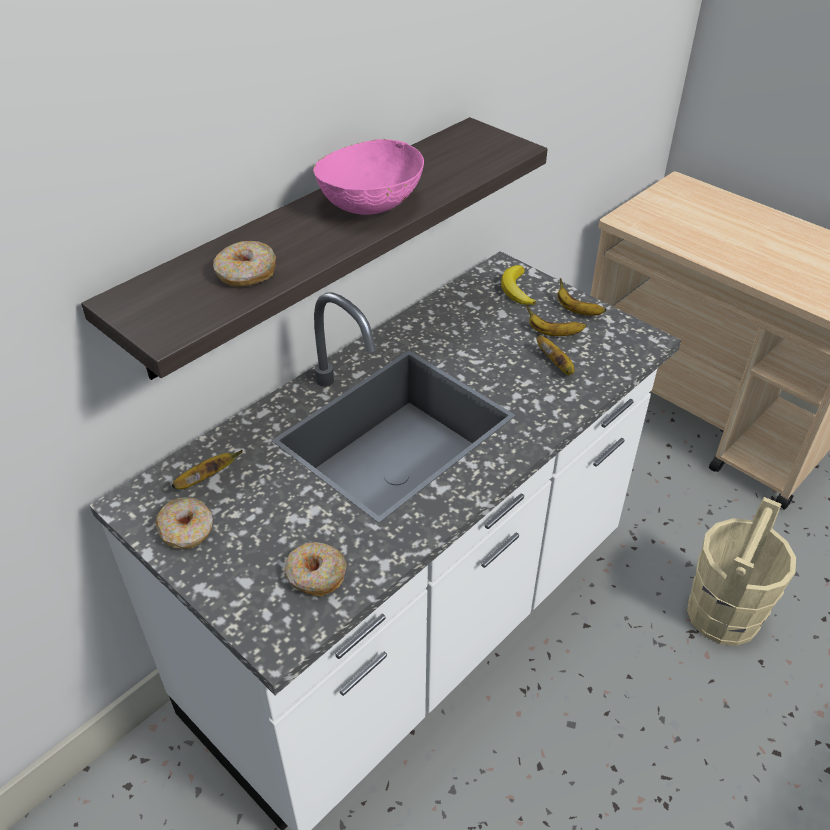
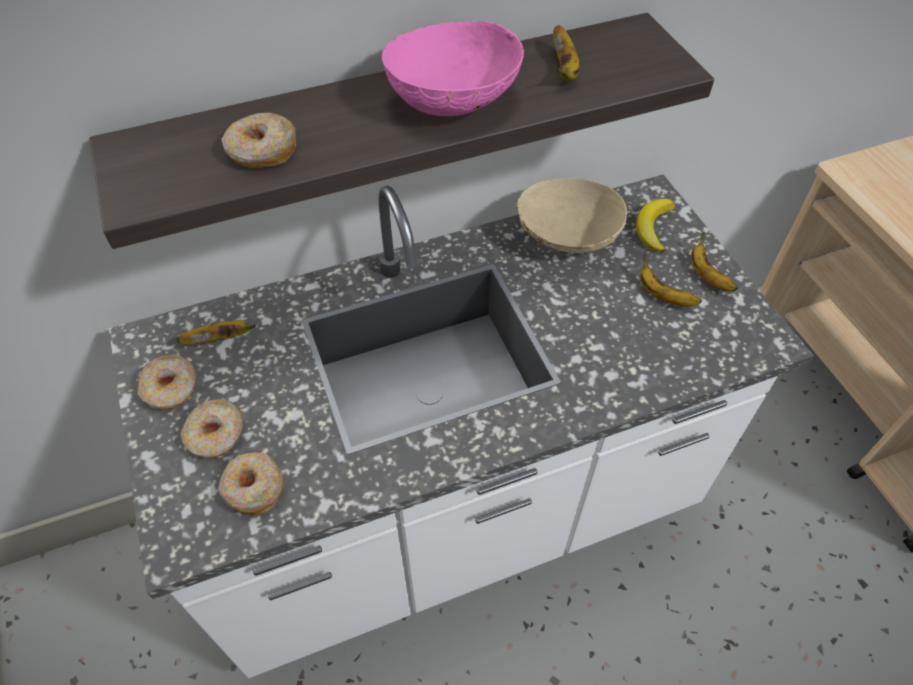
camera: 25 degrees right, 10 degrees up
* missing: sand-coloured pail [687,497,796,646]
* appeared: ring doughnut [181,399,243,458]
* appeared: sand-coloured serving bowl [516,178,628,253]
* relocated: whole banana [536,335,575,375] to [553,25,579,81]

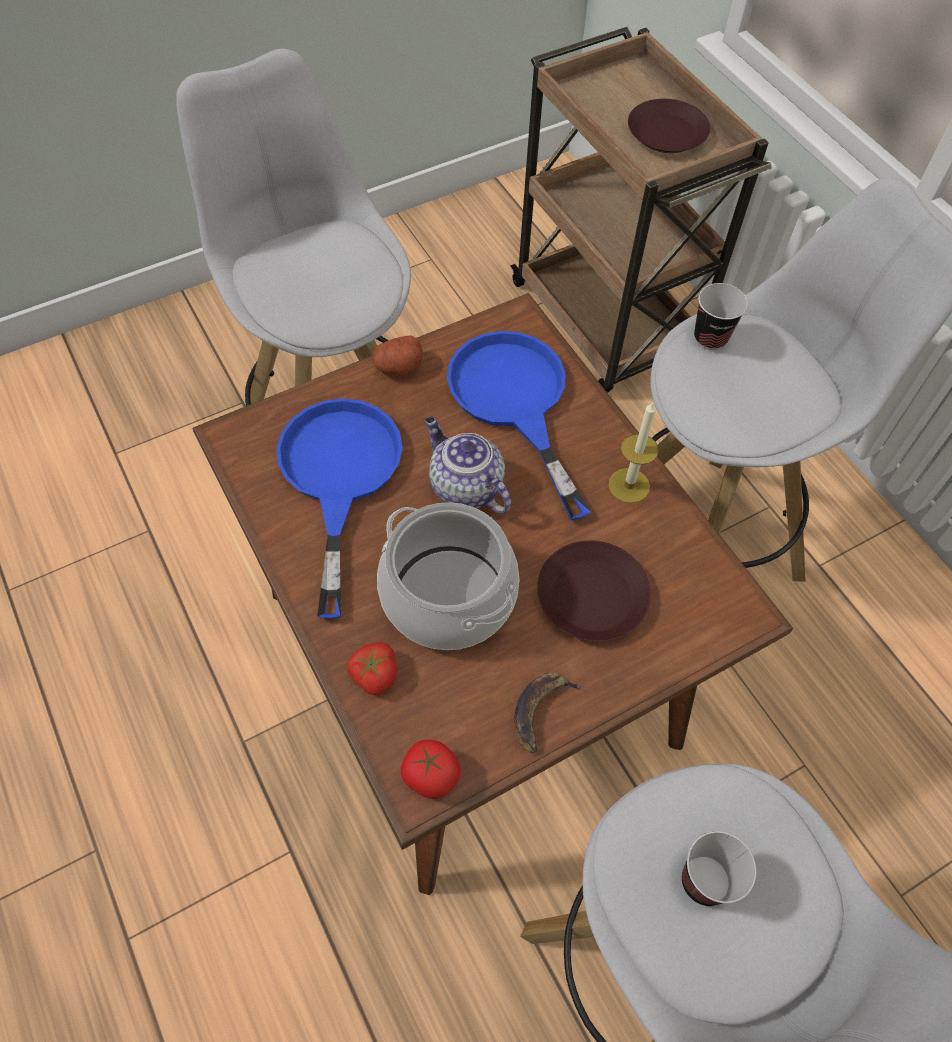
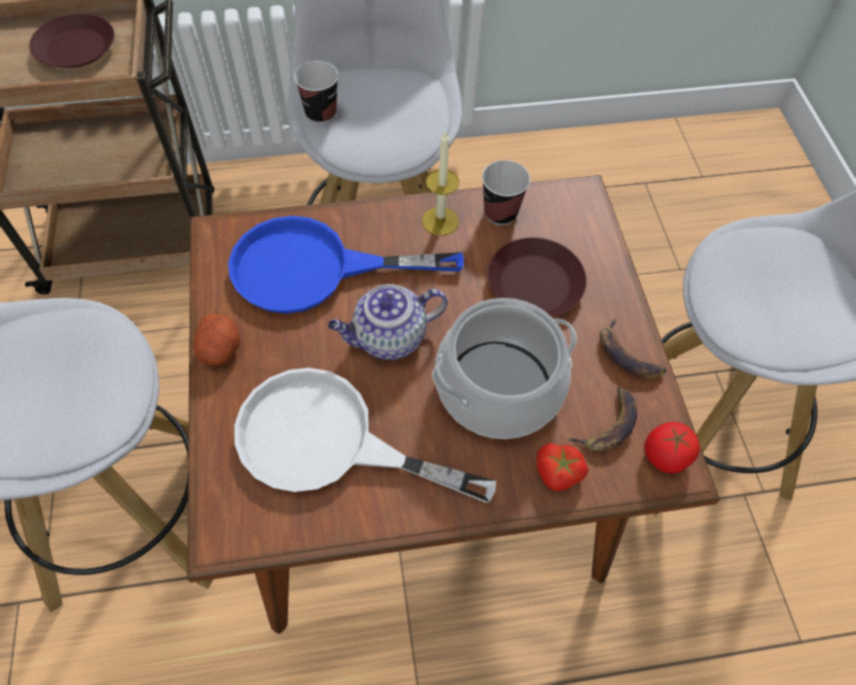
camera: 70 degrees left, 0 degrees up
* appeared: whole banana [568,387,637,452]
* relocated: drinking cup [682,831,756,906] to [482,160,530,225]
* colour: blue skillet [276,398,403,618] to whitish skillet [234,368,496,503]

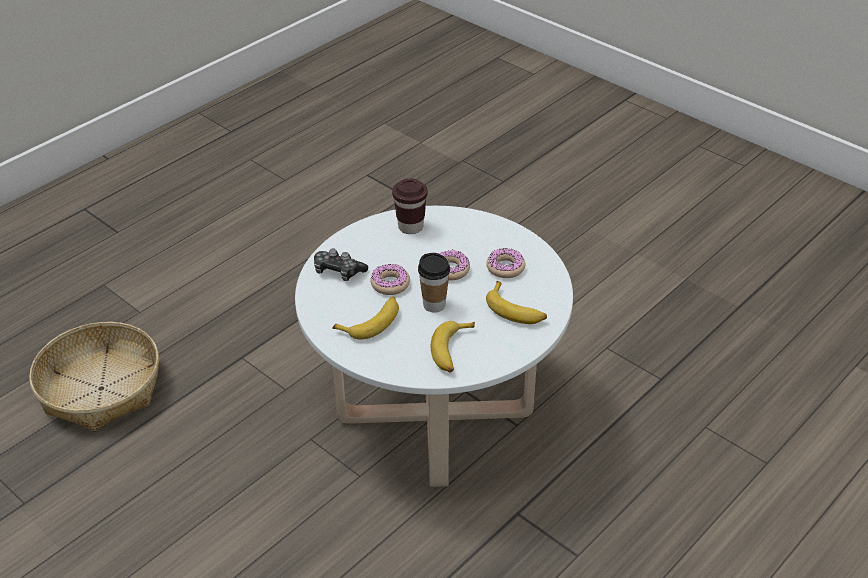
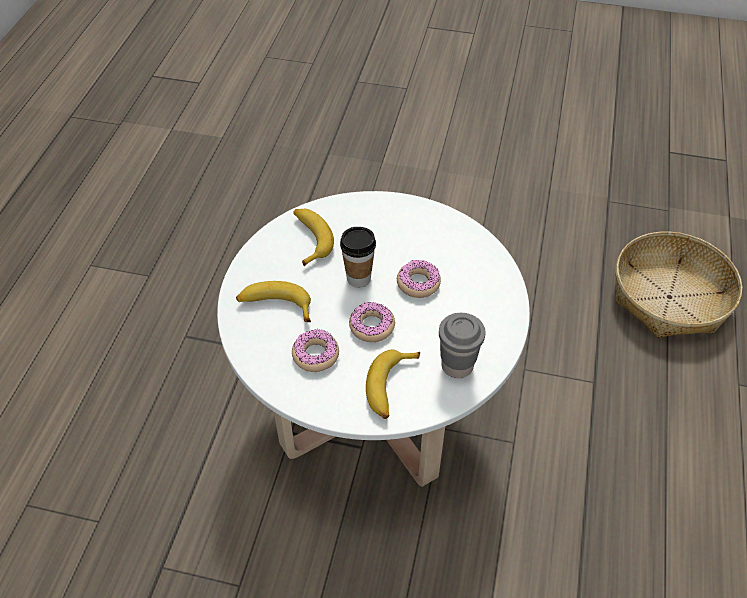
camera: 150 degrees right, 10 degrees up
* missing: gamepad [314,249,368,281]
* relocated: whole banana [332,297,399,339] to [366,349,420,419]
* colour: brown drinking cup [392,178,428,234] to grey drinking cup [439,313,485,378]

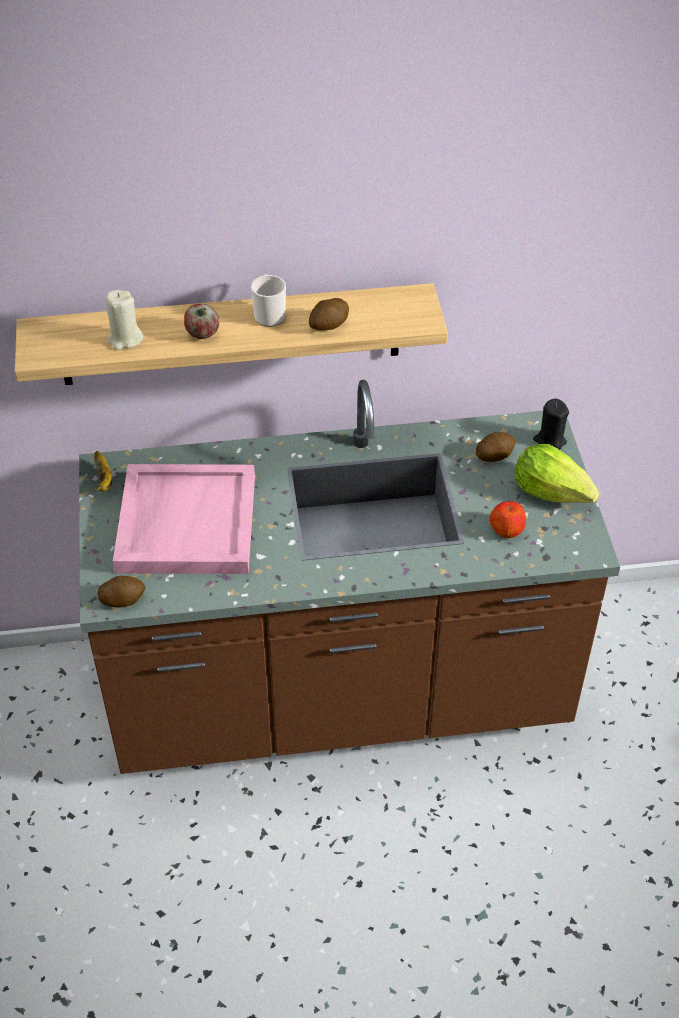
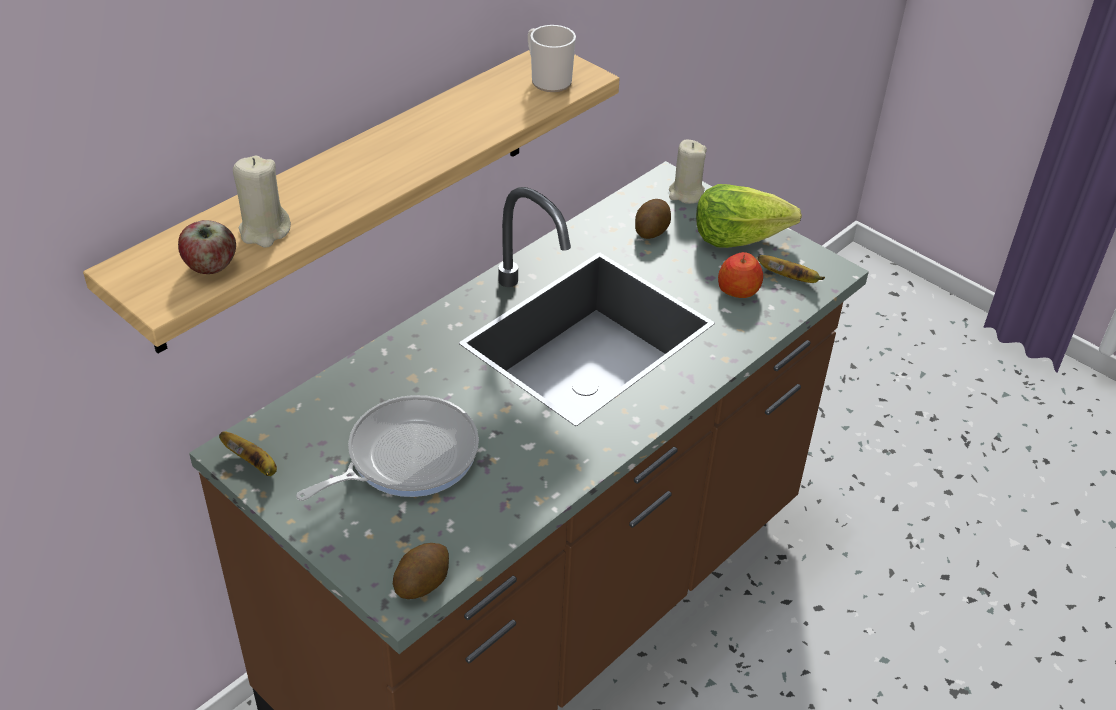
camera: 40 degrees left, 5 degrees down
* missing: potato [309,298,349,330]
* appeared: whole banana [758,255,825,283]
* relocated: apple fruit [184,304,219,339] to [178,220,236,274]
* relocated: coffee mug [251,274,286,327] to [528,25,576,92]
* exchanged: pink carrying tray [113,464,255,574] to skillet [296,395,479,501]
* colour: blackish wax candle [533,399,569,450] to sand-coloured wax candle [669,139,707,204]

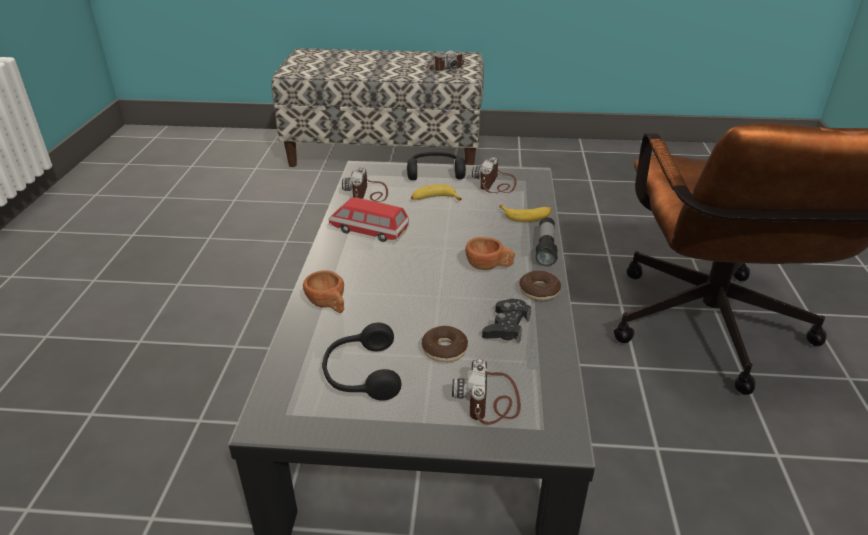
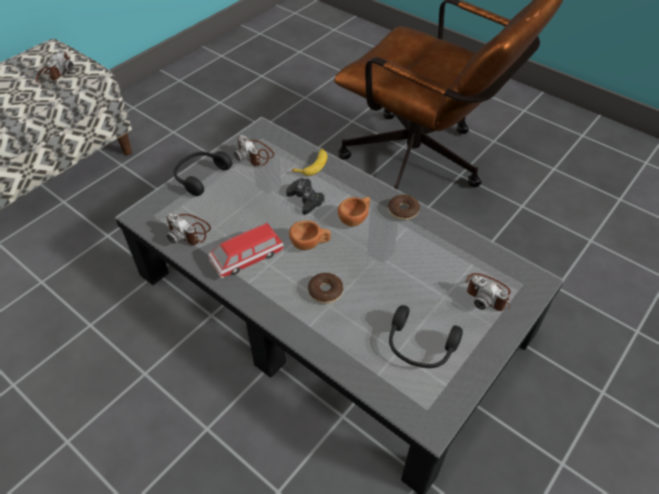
camera: 55 degrees left, 15 degrees up
* missing: whole banana [411,185,462,201]
* missing: torch [535,217,558,266]
* relocated: brown drinking cup [303,270,344,313] to [289,221,331,250]
* relocated: ring doughnut [422,326,468,362] to [308,273,343,304]
* relocated: blackish gamepad [482,299,531,343] to [286,178,325,215]

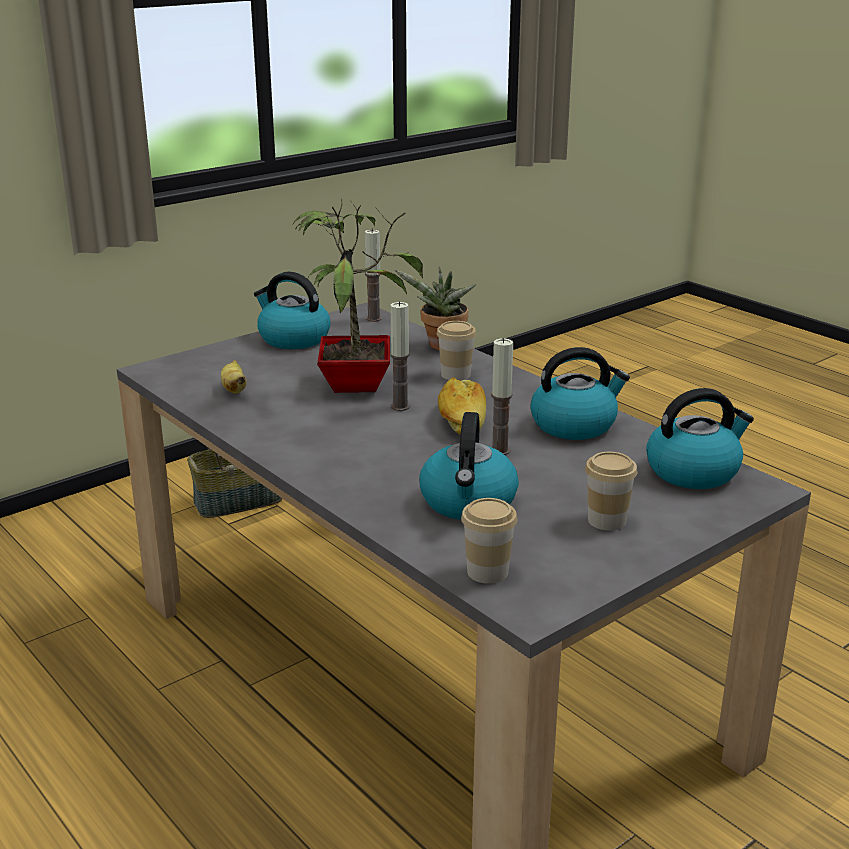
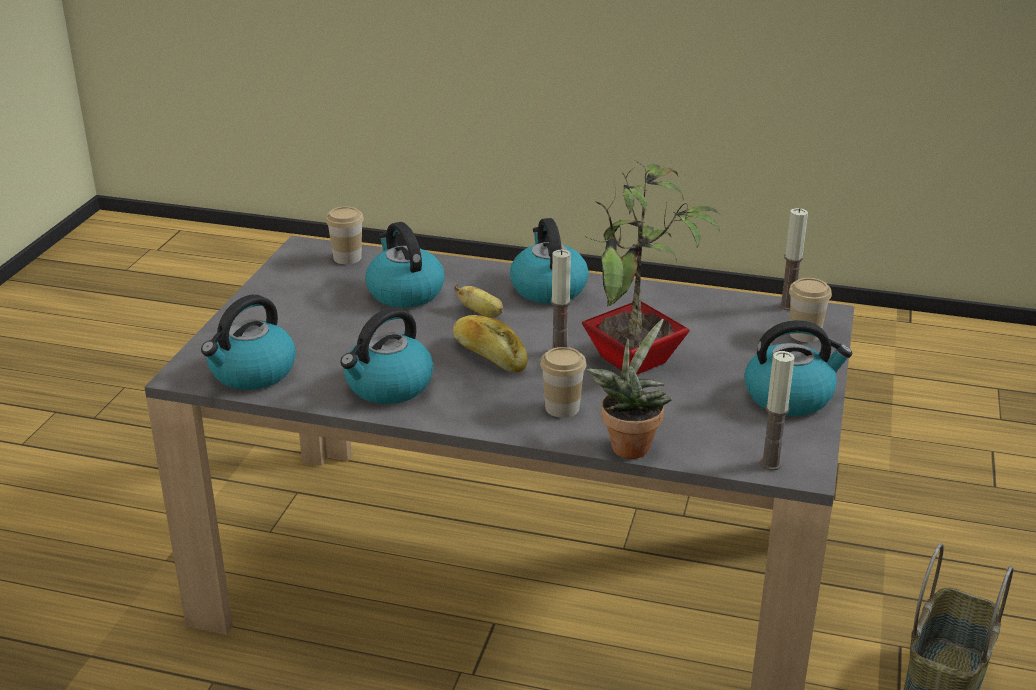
camera: 145 degrees right, 5 degrees up
* appeared: tea kettle [510,218,589,304]
* relocated: whole banana [221,360,247,394] to [454,283,503,317]
* relocated: wax candle [491,338,513,455] to [779,208,808,310]
* relocated: drinking cup [585,452,638,531] to [789,278,832,342]

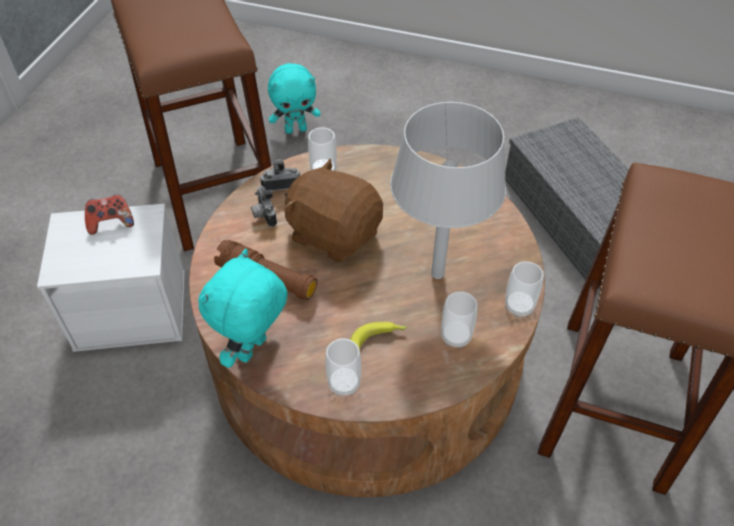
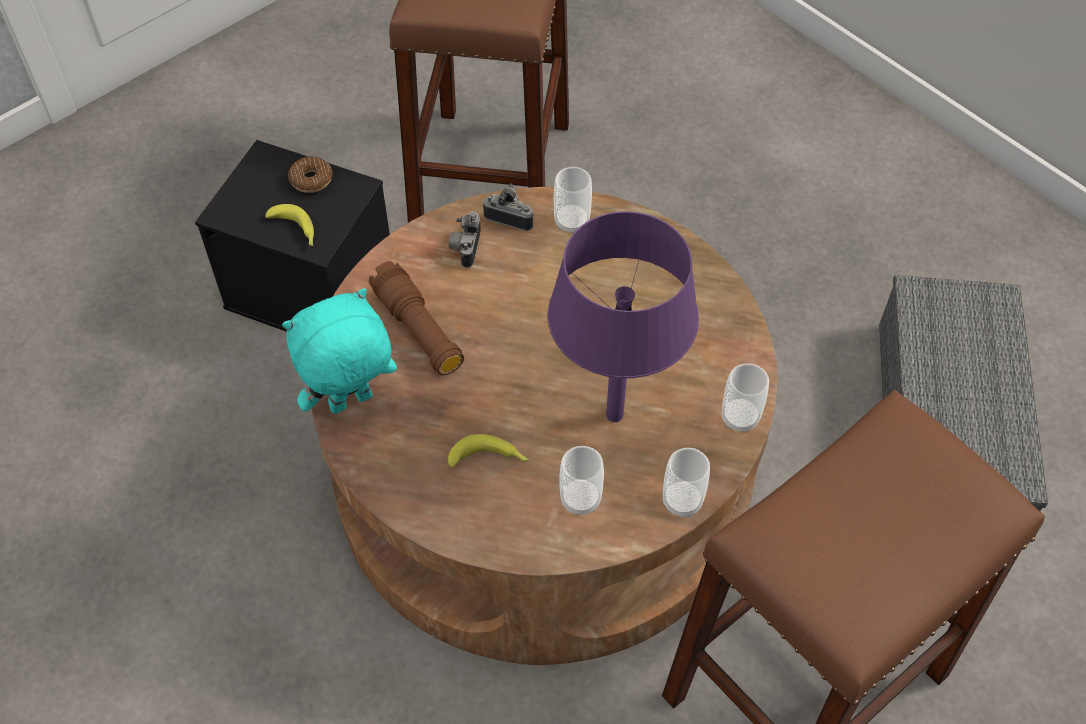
camera: 30 degrees right, 5 degrees up
* missing: turquoise-coloured cuddly toy [268,63,320,134]
* missing: brown cuddly toy [284,159,383,262]
* appeared: whole banana [265,204,314,246]
* relocated: drinking cup [326,339,361,396] to [722,363,769,433]
* exchanged: gamepad [85,195,134,235] to ring doughnut [288,157,332,193]
* colour: whitish storage bin [37,204,185,352] to blackish storage bin [195,140,390,332]
* colour: grey tabletop lamp [390,102,506,279] to purple-coloured tabletop lamp [547,211,699,422]

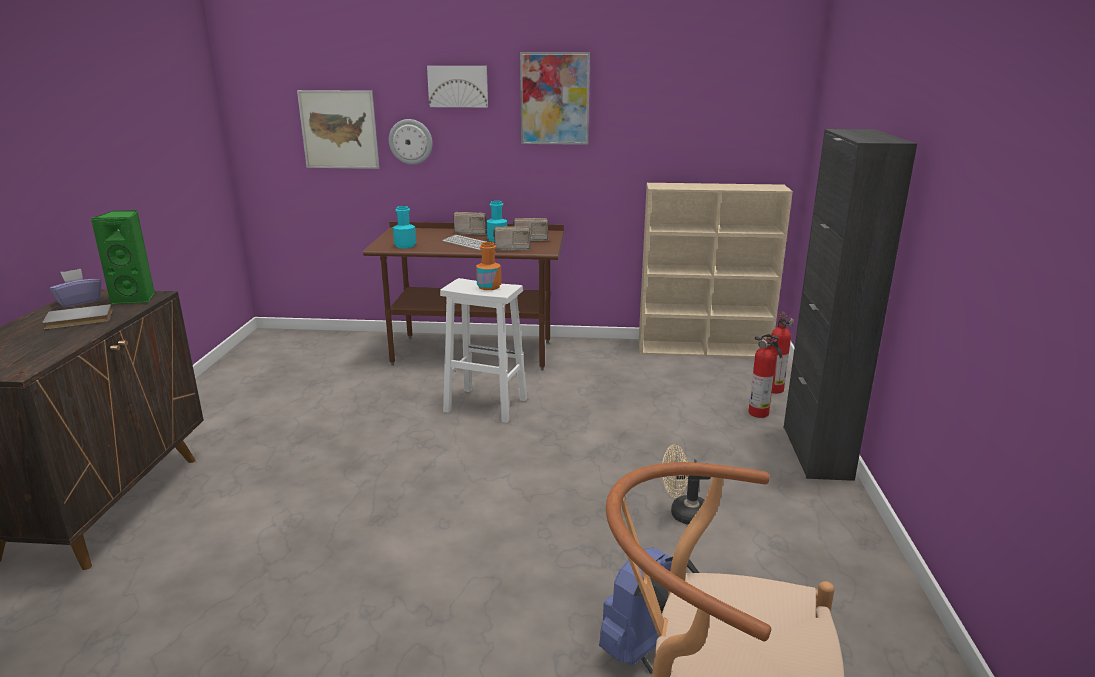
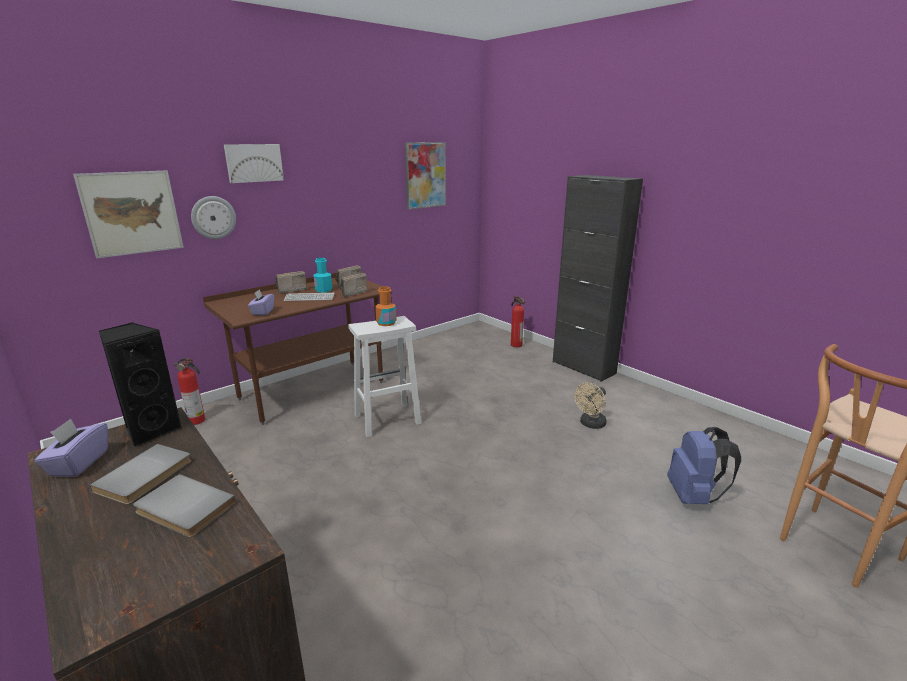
camera: 45 degrees left, 0 degrees up
* missing: sand-coloured bookcase [639,183,793,358]
* appeared: grey volume [133,474,236,537]
* relocated: picture [520,52,590,145] to [405,142,446,210]
* relocated: fire-fighting cylinder [748,334,782,418] to [173,358,205,425]
* exchanged: turquoise-coloured drink bottle [393,206,416,249] to purple-coloured tissue box [248,289,274,315]
* colour: green-coloured audio speaker [90,210,155,304] to blackish audio speaker [99,322,182,447]

